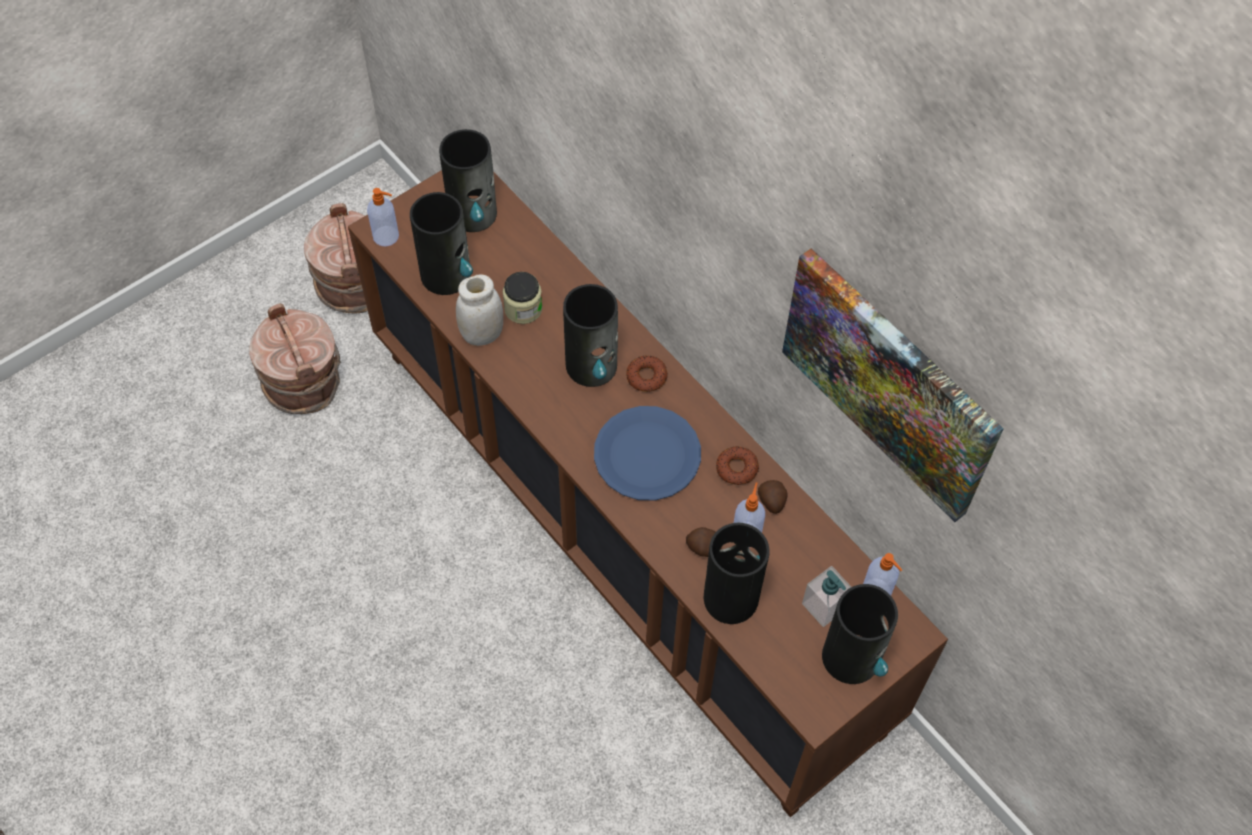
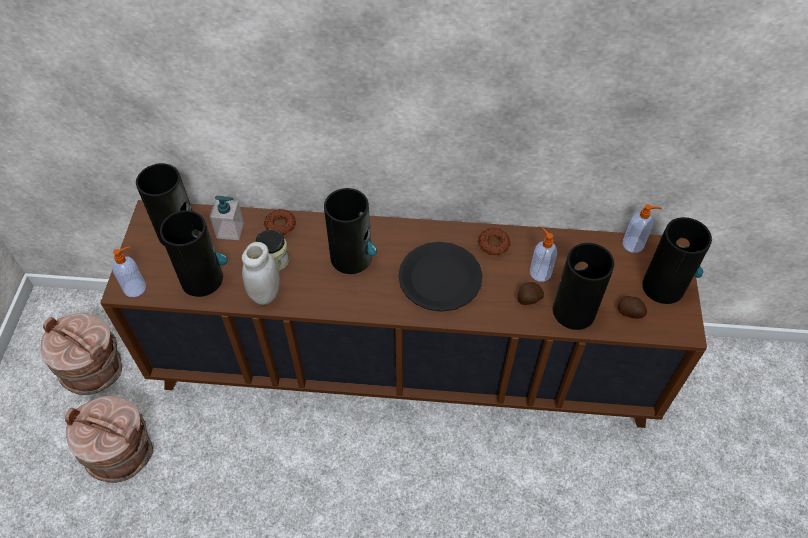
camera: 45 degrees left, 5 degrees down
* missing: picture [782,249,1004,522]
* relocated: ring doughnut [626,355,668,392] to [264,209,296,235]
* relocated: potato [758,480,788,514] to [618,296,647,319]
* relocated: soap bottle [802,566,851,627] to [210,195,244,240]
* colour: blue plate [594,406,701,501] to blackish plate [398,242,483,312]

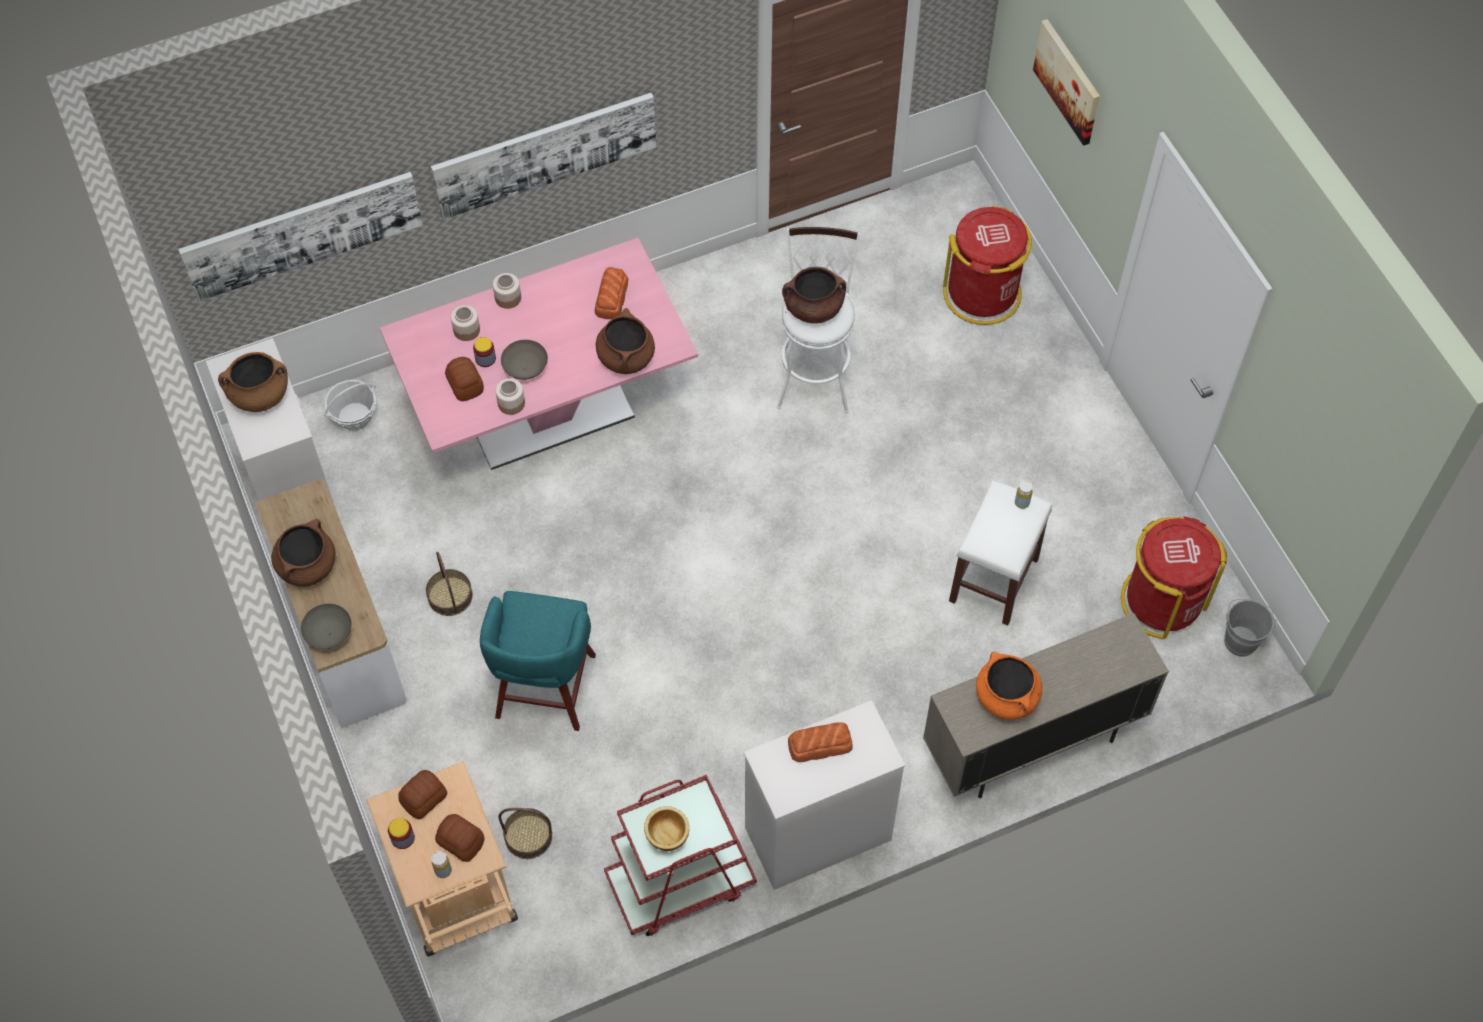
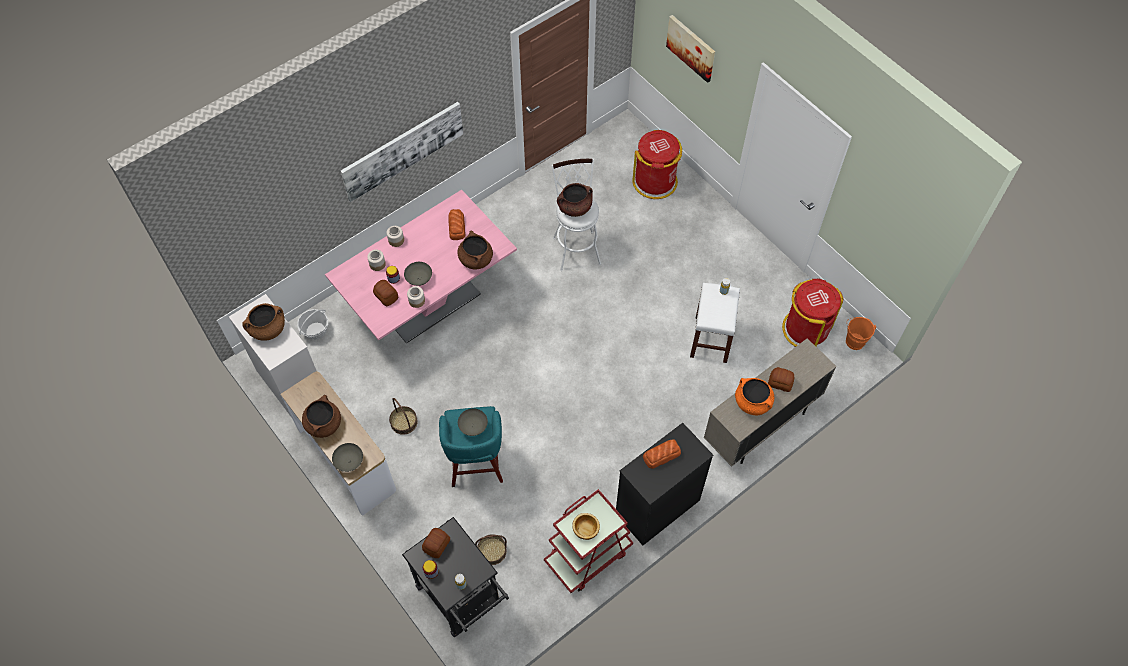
camera: 15 degrees left, 0 degrees up
* missing: picture [178,172,423,302]
* appeared: grey serving bowl [458,408,488,436]
* relocated: baked bread [435,814,484,862] to [768,367,794,392]
* colour: sand-coloured cart [366,761,518,957] to blackish cart [402,517,509,637]
* colour: whitish dresser [744,700,905,890] to blackish dresser [616,423,713,545]
* colour: grey pail [1224,599,1277,657] to orange-coloured pail [846,317,876,350]

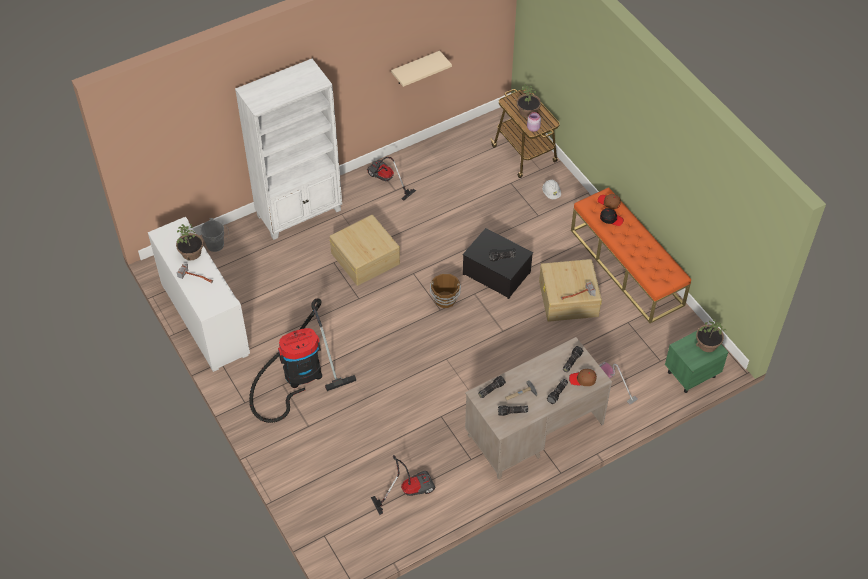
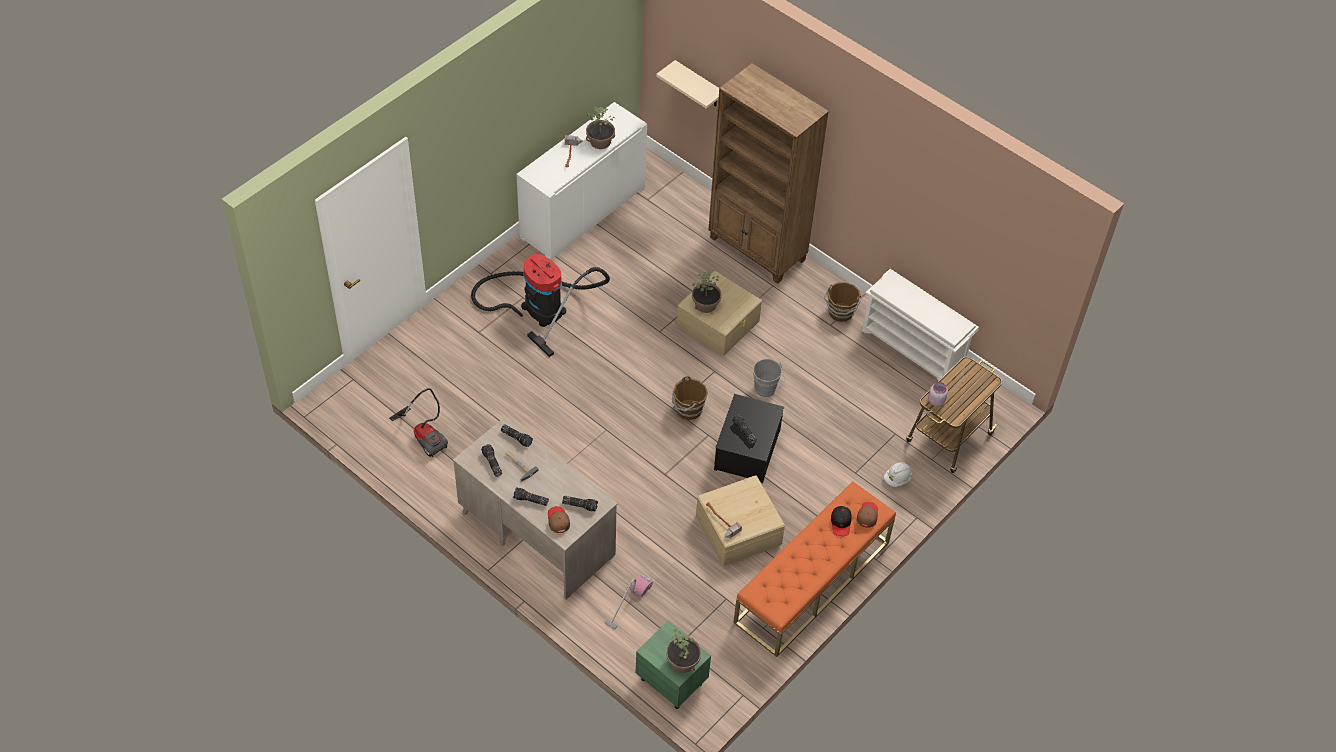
camera: 70 degrees right, 0 degrees up
* appeared: whitish shoe stand [862,269,979,381]
* relocated: grey pail [200,218,229,252] to [753,359,785,397]
* relocated: sand-coloured wall shelf [391,51,452,87] to [656,60,719,109]
* relocated: potted plant [517,84,541,118] to [692,271,722,313]
* exchanged: hoover [367,157,416,201] to brown pail [824,282,861,322]
* colour: whitish bookcase [235,59,342,240] to brown bookcase [708,63,829,284]

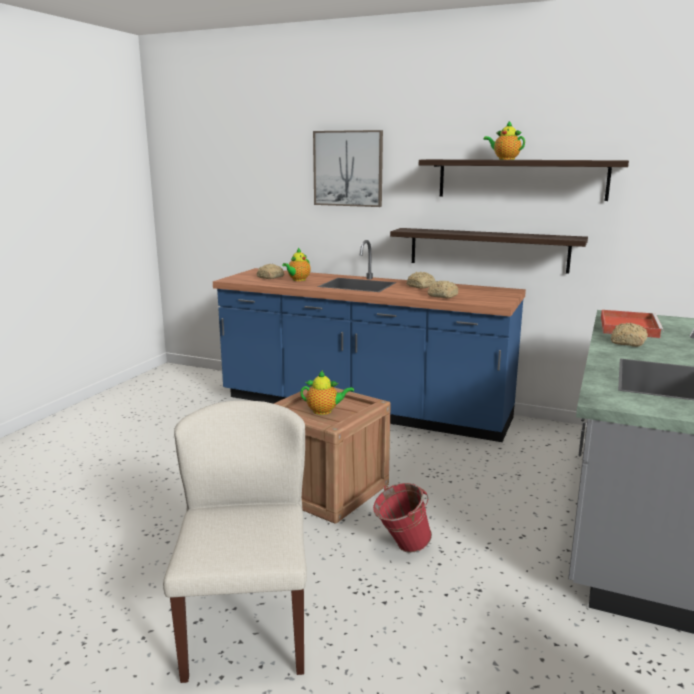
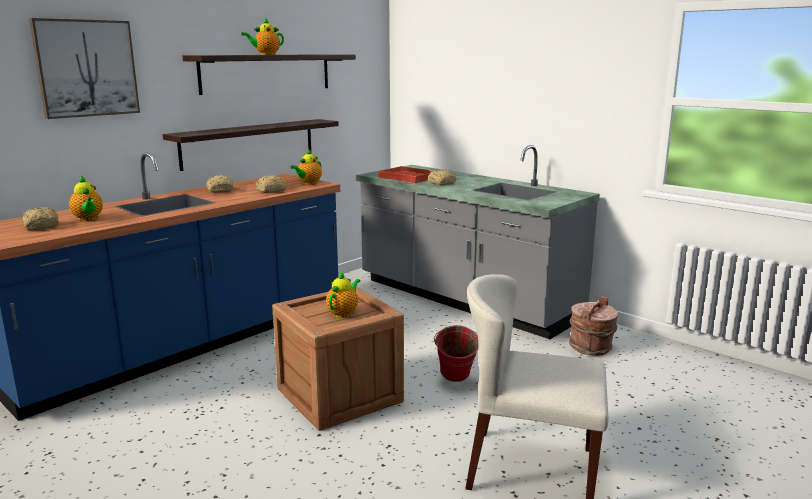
camera: 70 degrees left, 0 degrees up
* appeared: tea pot [291,149,322,184]
* appeared: brown pail [569,296,618,356]

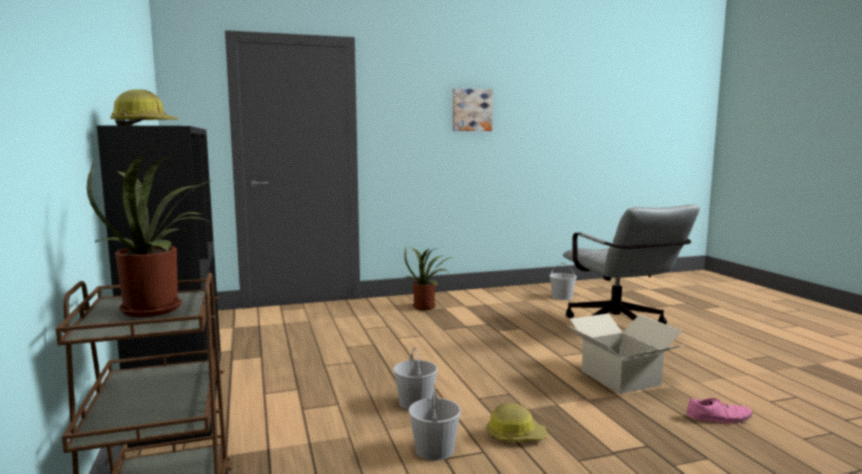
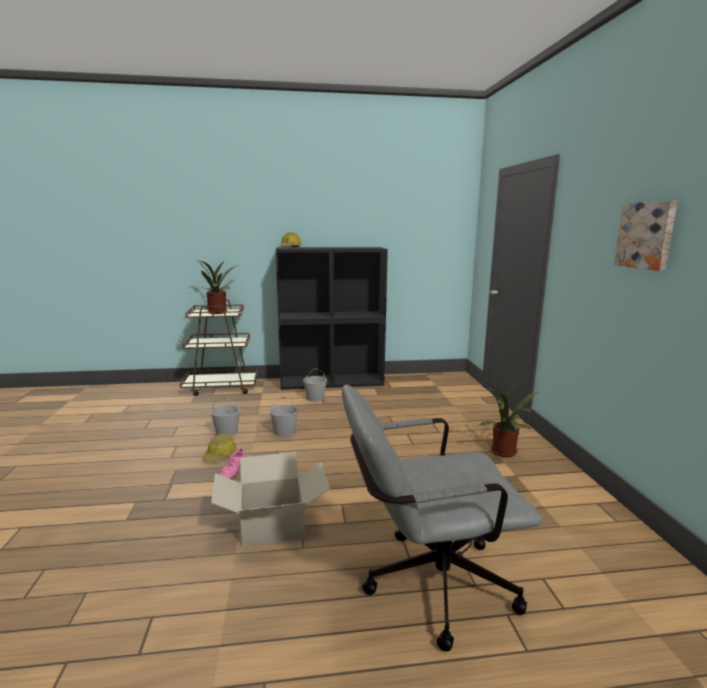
camera: 100 degrees right, 5 degrees up
* relocated: whitish pail [549,263,577,300] to [303,369,327,402]
* relocated: pink low shoe [687,398,752,424] to [219,449,245,480]

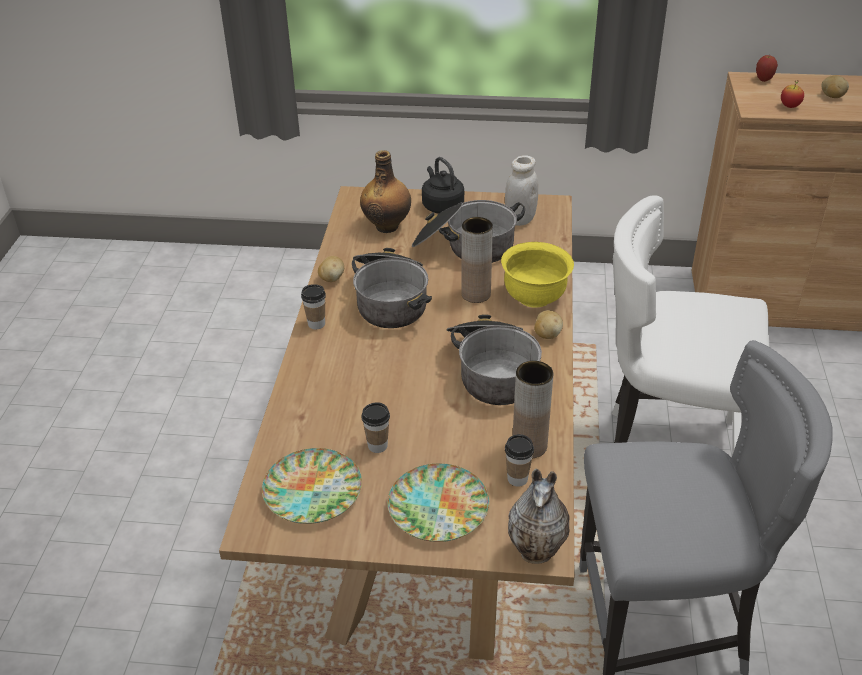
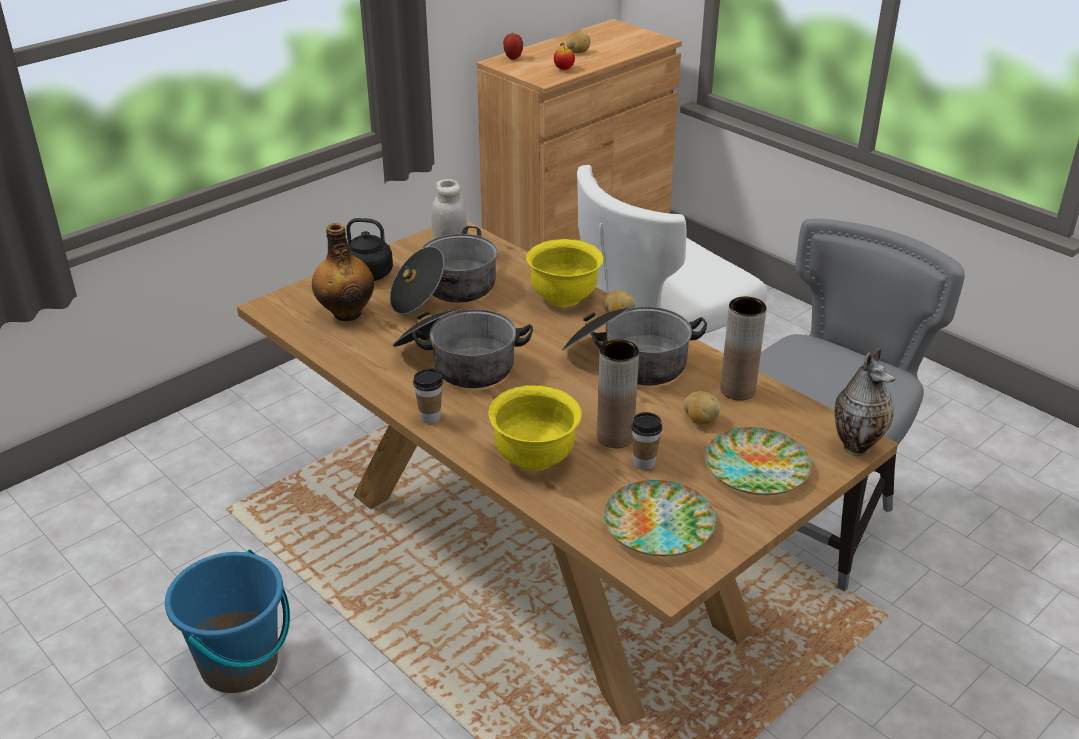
camera: 50 degrees left, 5 degrees down
* missing: drinking cup [505,434,534,487]
* appeared: blue pail [165,549,290,693]
* appeared: yellowish serving bowl [489,385,582,471]
* relocated: potato [318,256,344,282] to [683,391,720,425]
* relocated: brown decorative vase [461,217,493,303] to [597,340,639,448]

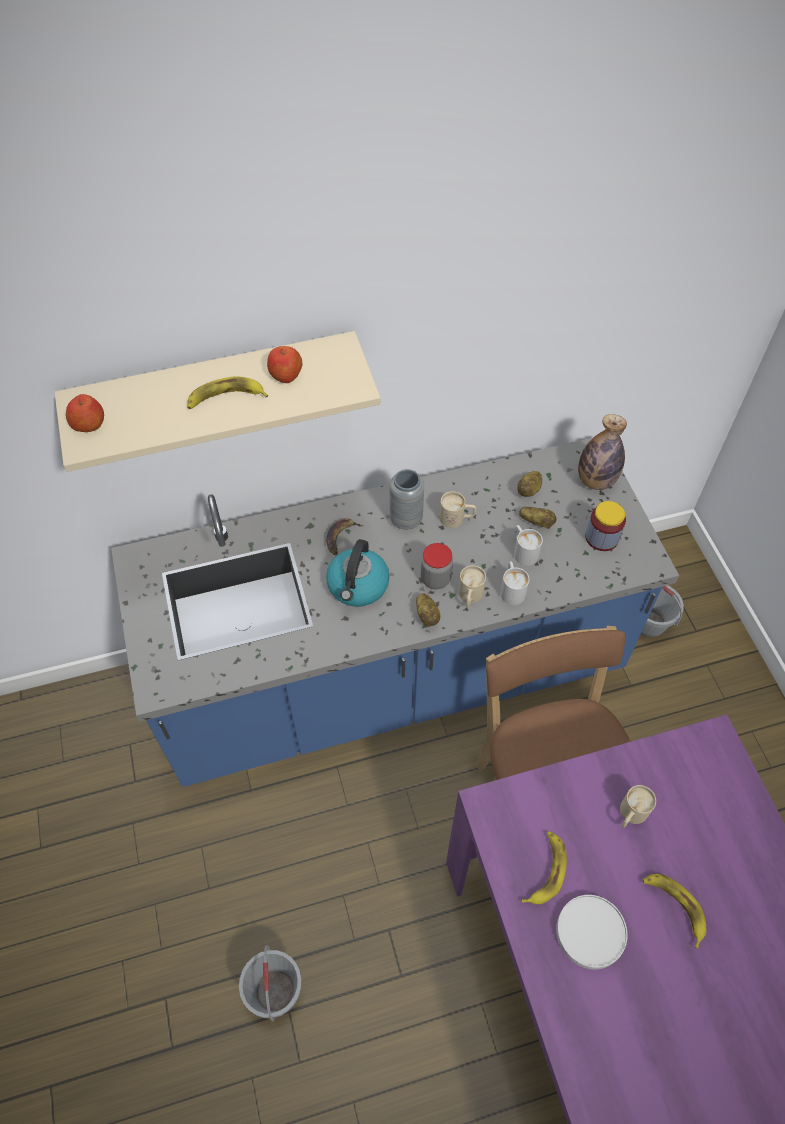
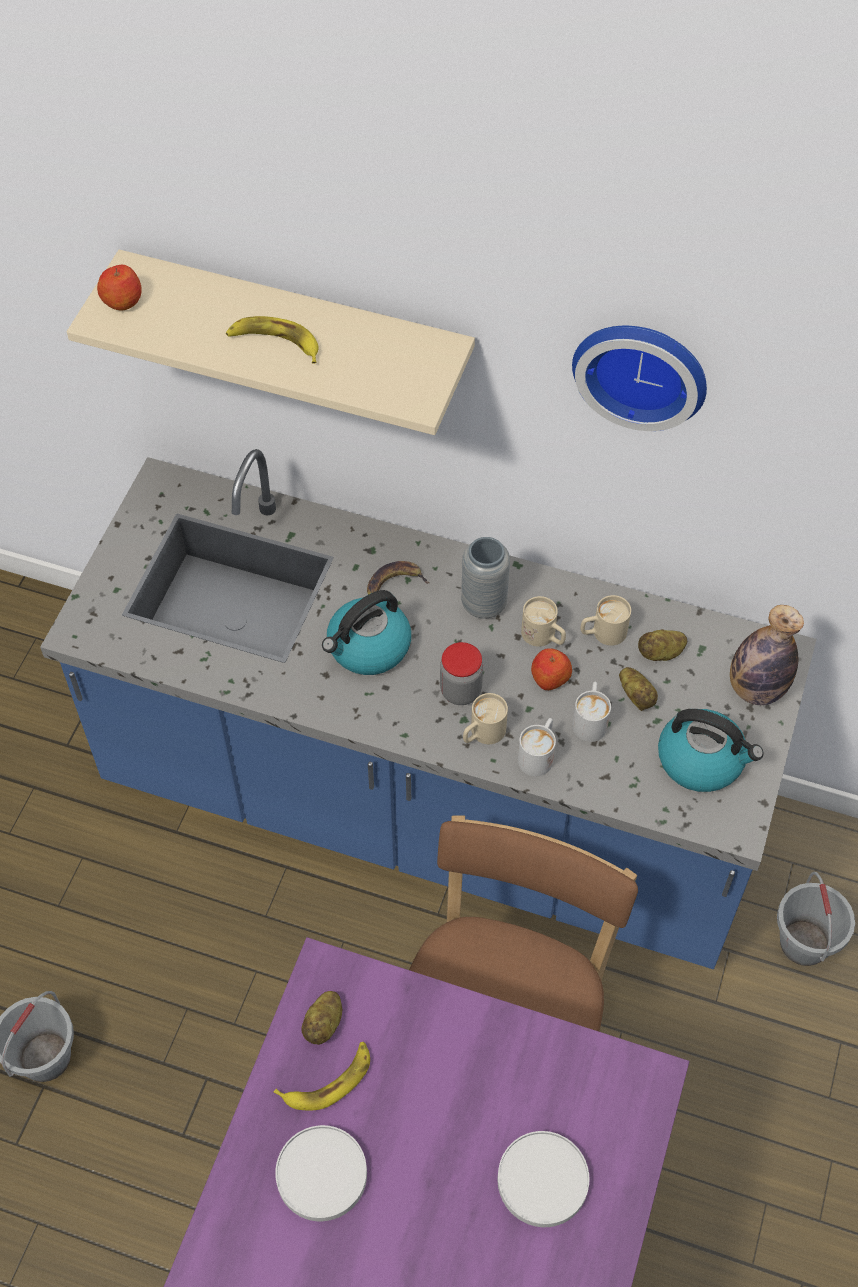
camera: 35 degrees right, 0 degrees up
* missing: whole banana [643,874,707,949]
* appeared: whitish plate [498,1131,589,1227]
* appeared: clock on the wall [572,326,707,431]
* relocated: apple fruit [267,346,302,383] to [531,648,572,690]
* relocated: potato [416,593,441,627] to [301,991,342,1045]
* relocated: sand-coloured coffee mug [620,785,656,828] to [580,595,631,646]
* exchanged: storage jar [585,501,626,551] to tea kettle [658,709,764,792]

